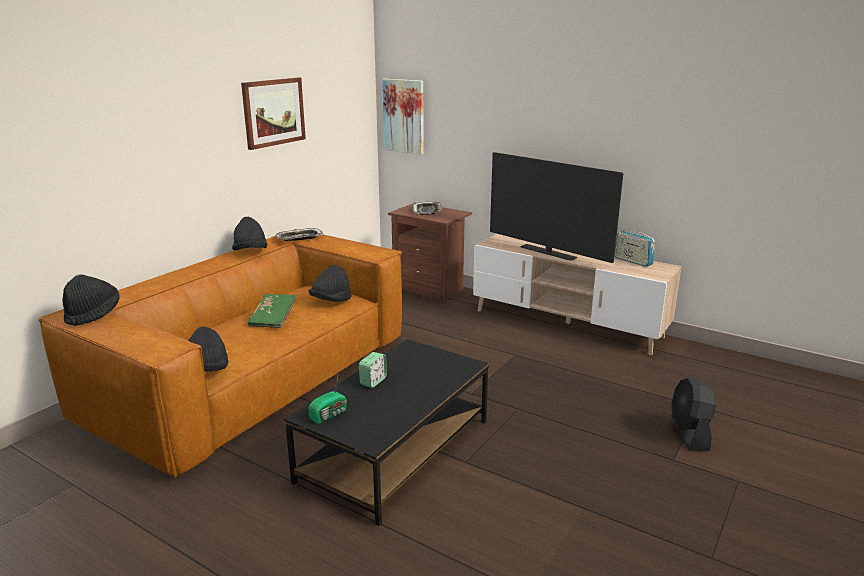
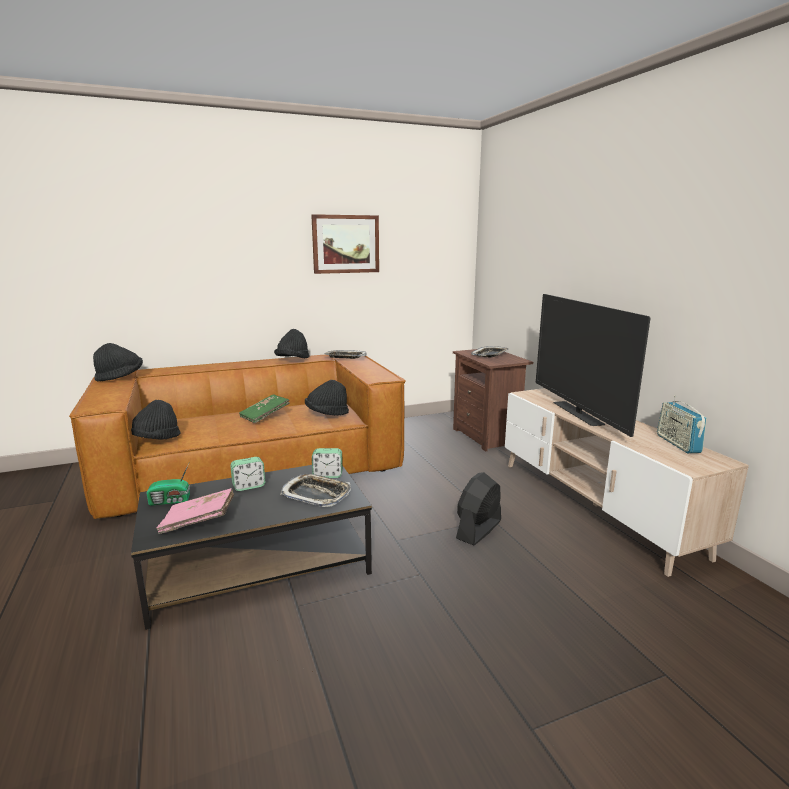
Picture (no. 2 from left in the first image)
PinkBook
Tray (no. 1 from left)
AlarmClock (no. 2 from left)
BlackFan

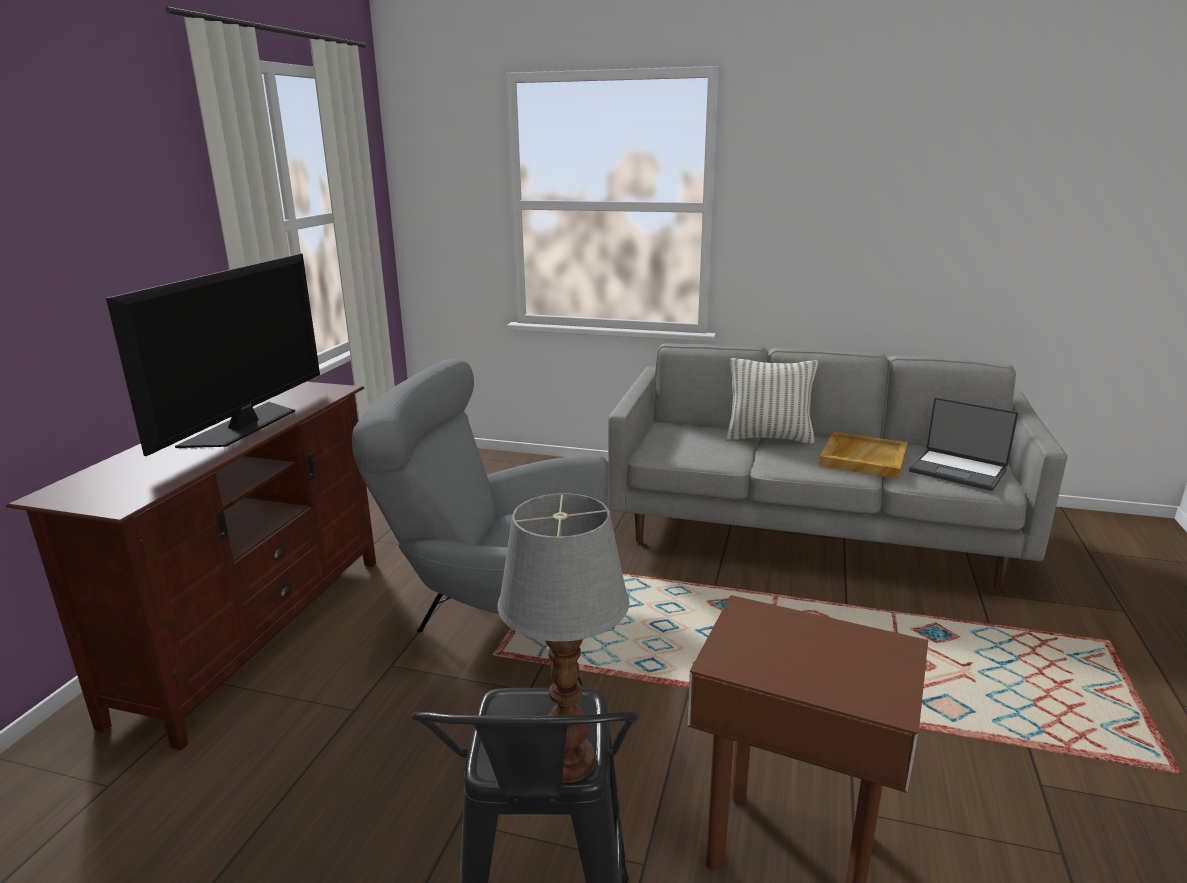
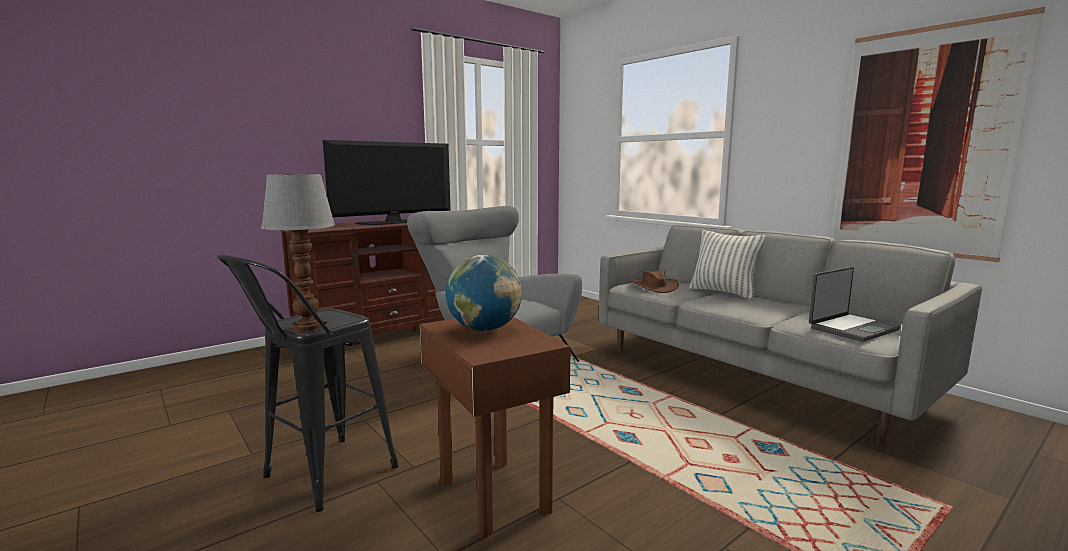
BeigeTray
Globe
BrownHat
Picture
Laptop

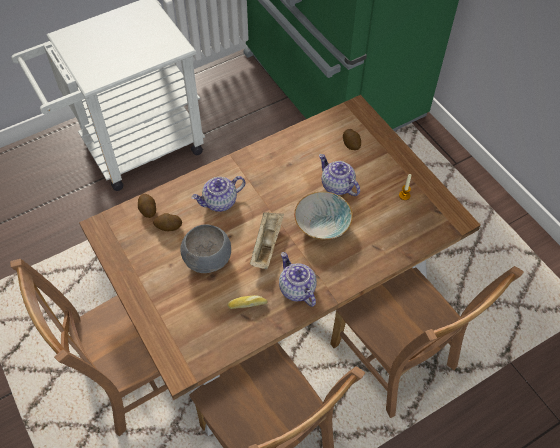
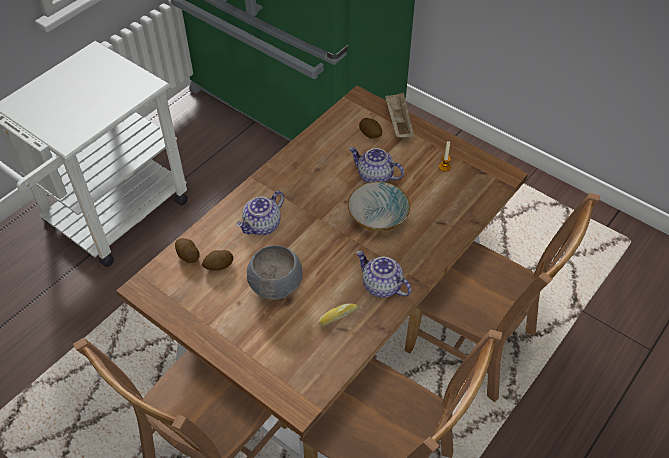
BeigeTray

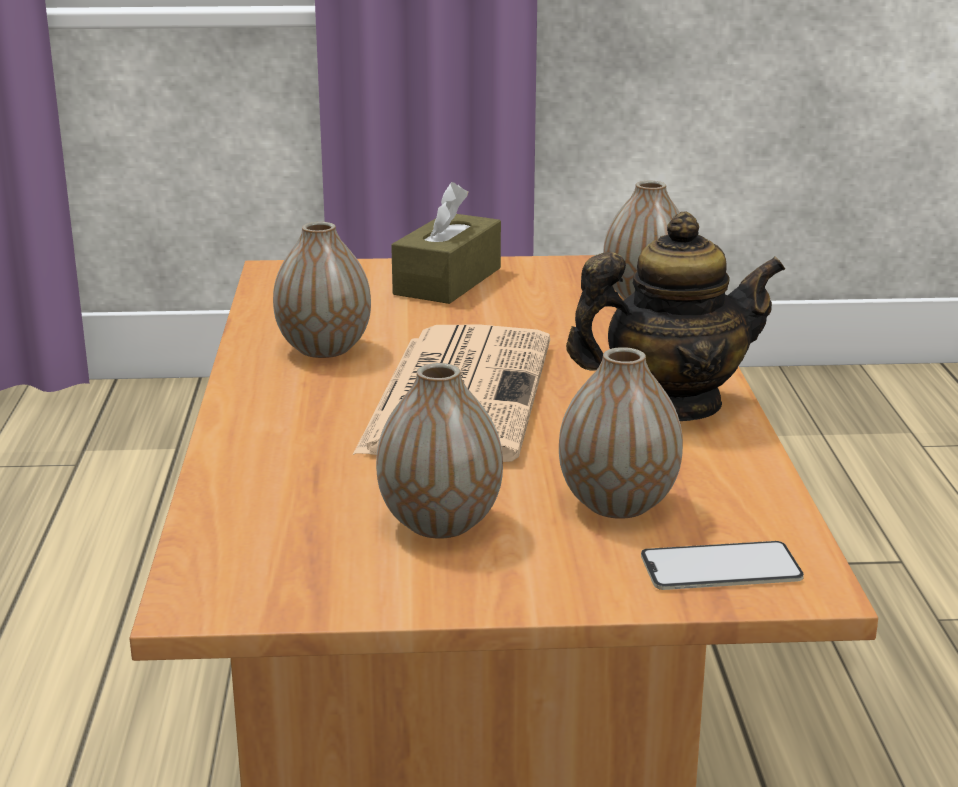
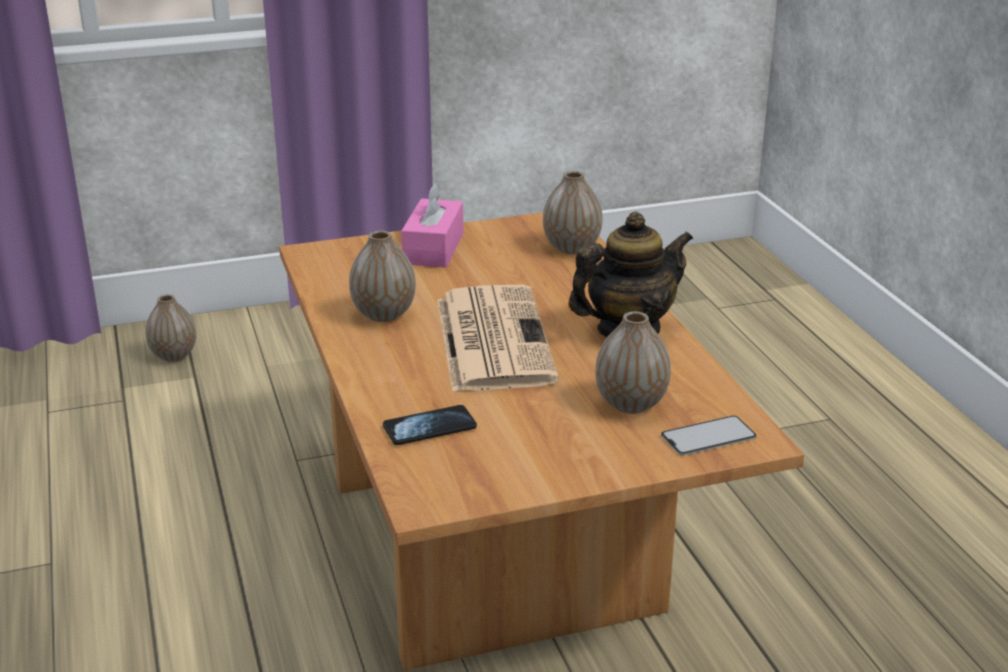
Phone (no. 1 from left)
Vase (no. 1 from left)
PinkTissueBox

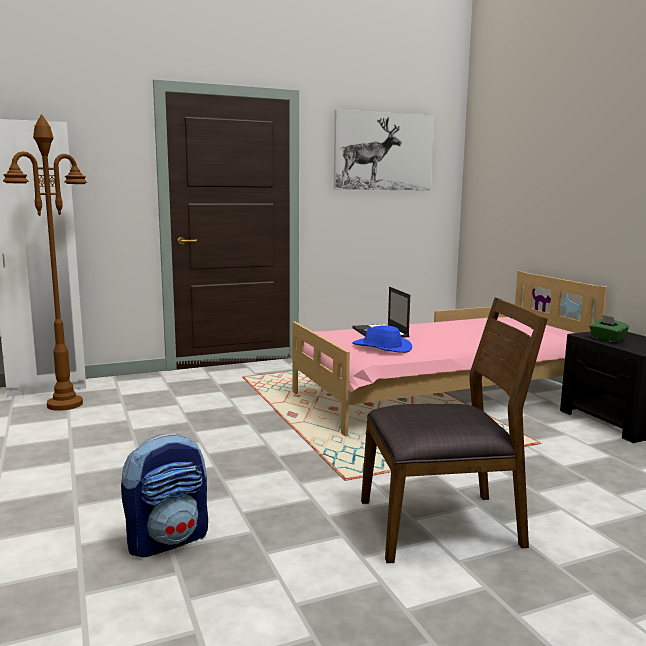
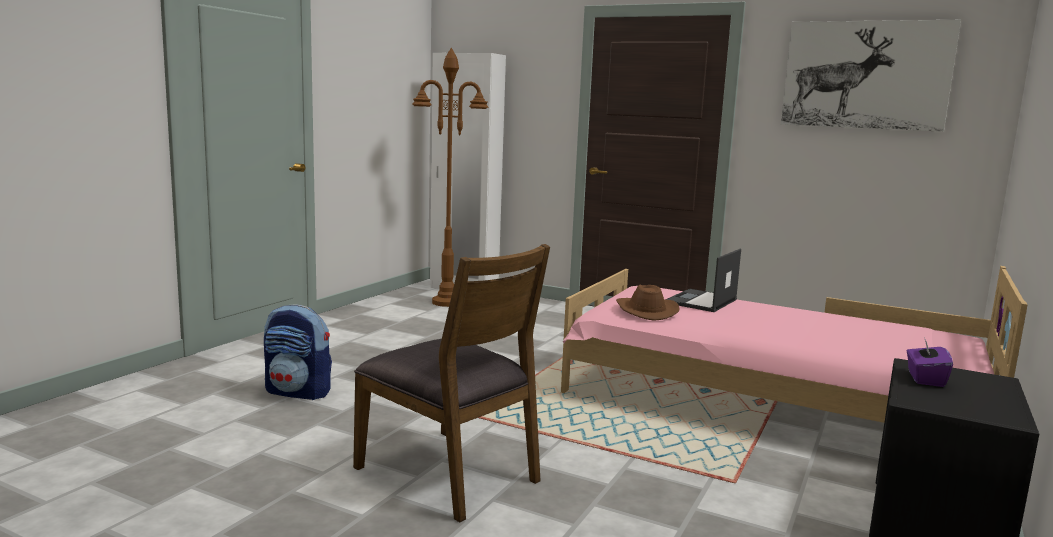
BrownHat
PurpleTissueBox

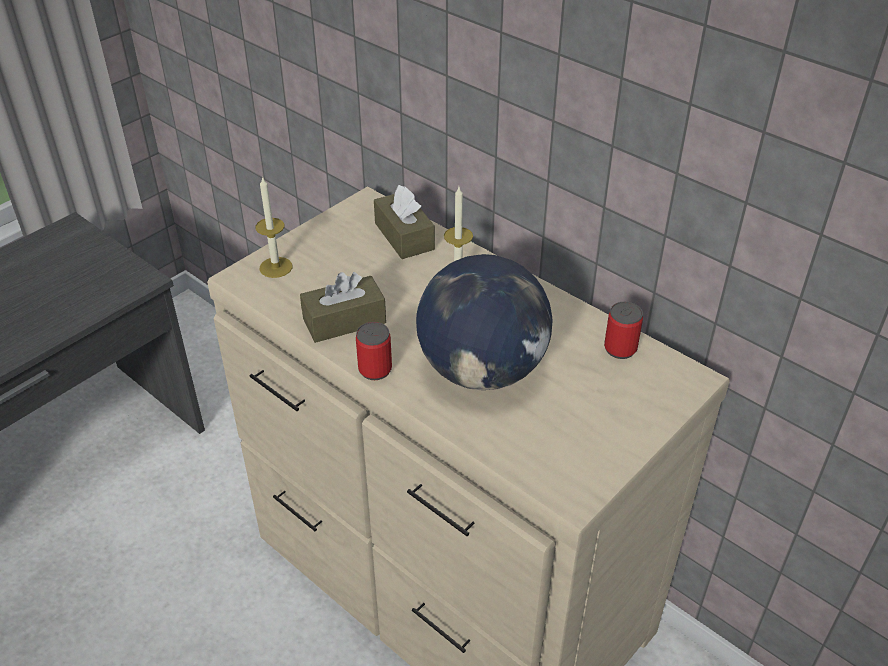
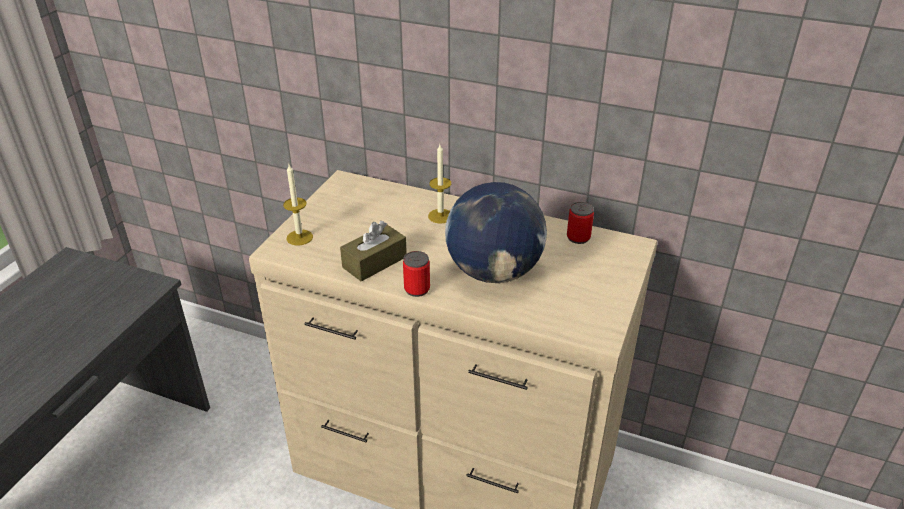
BrownTissueBox (no. 2 from left in the first image)

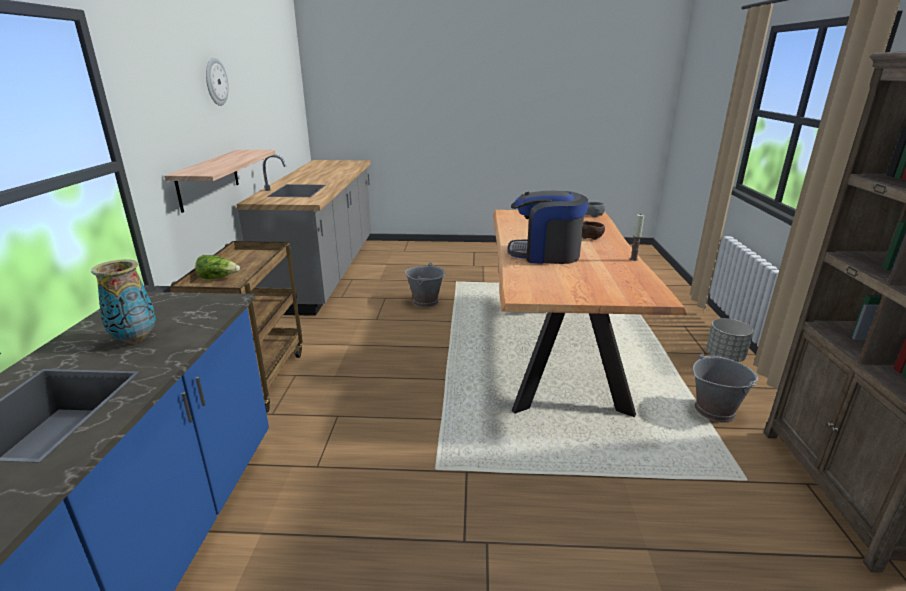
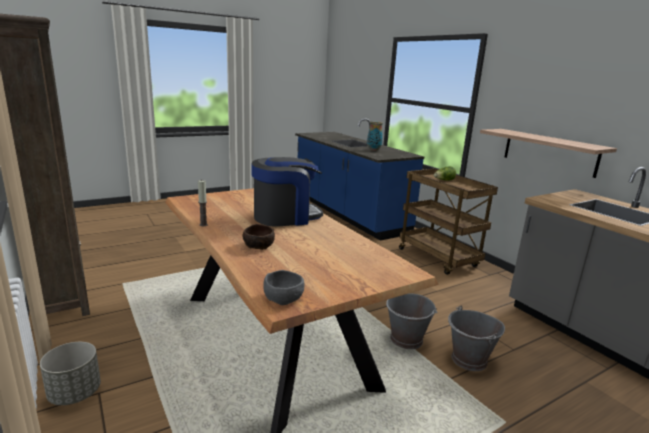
WallClock
GreyBucket (no. 1 from left)

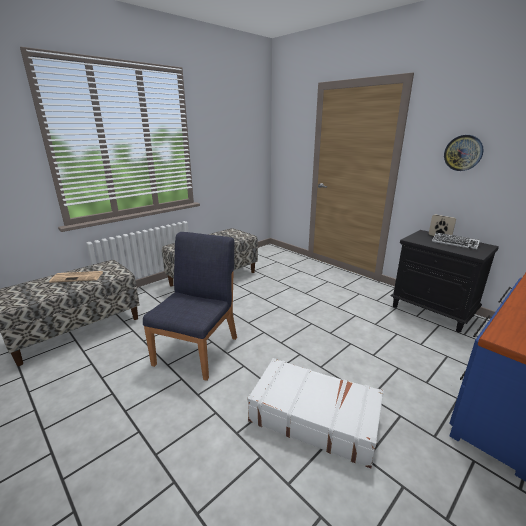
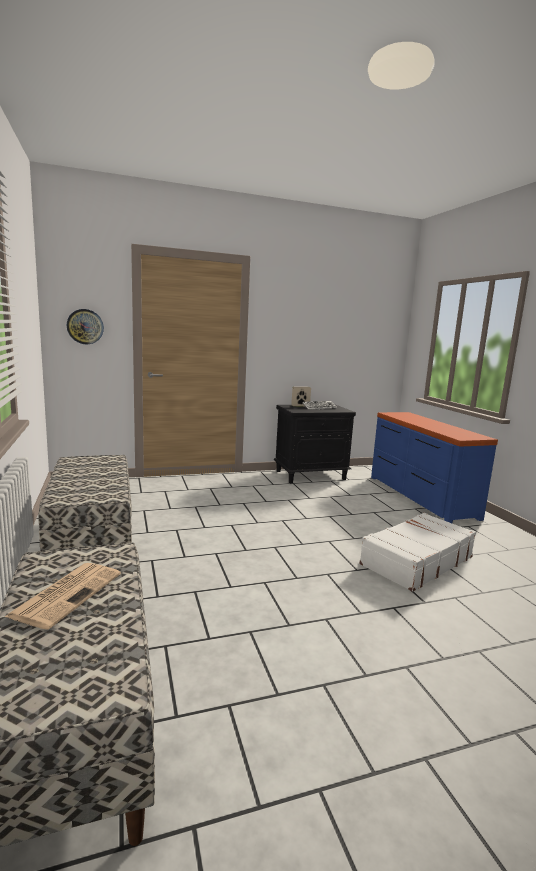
BlueChair
WallClock

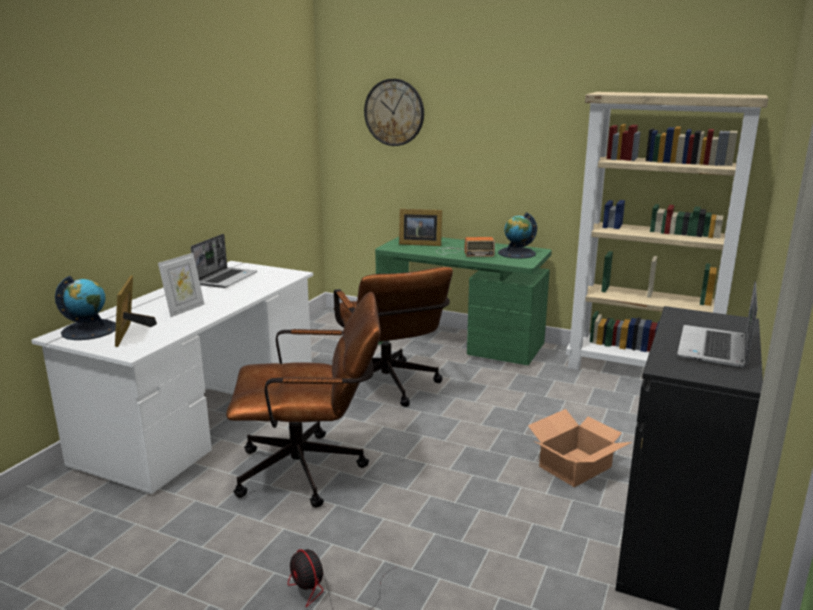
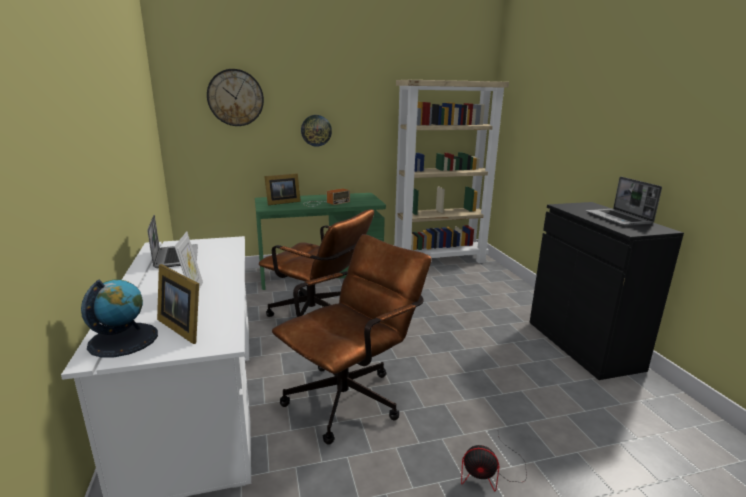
Globe (no. 2 from left in the first image)
CardboardBox
WallClock (no. 2 from left)

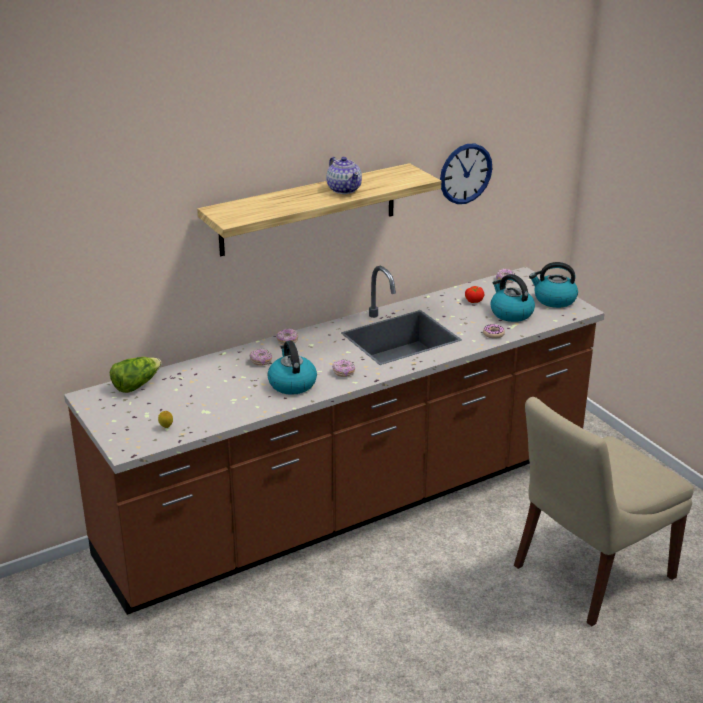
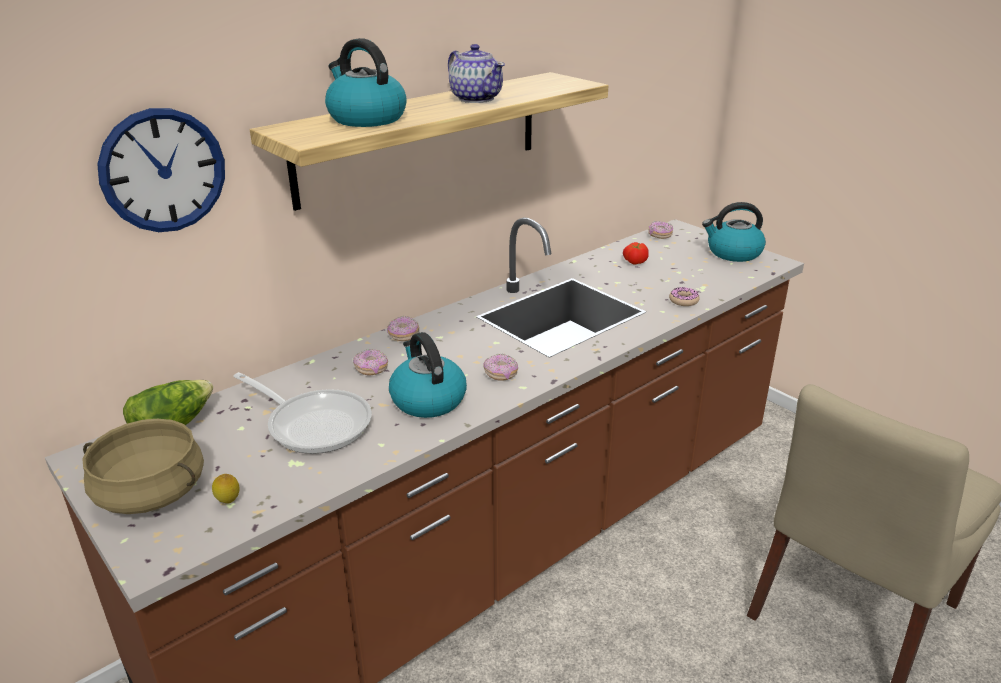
BeigeCookingPot
FryingPan
WallClock
Kettle (no. 1 from left)

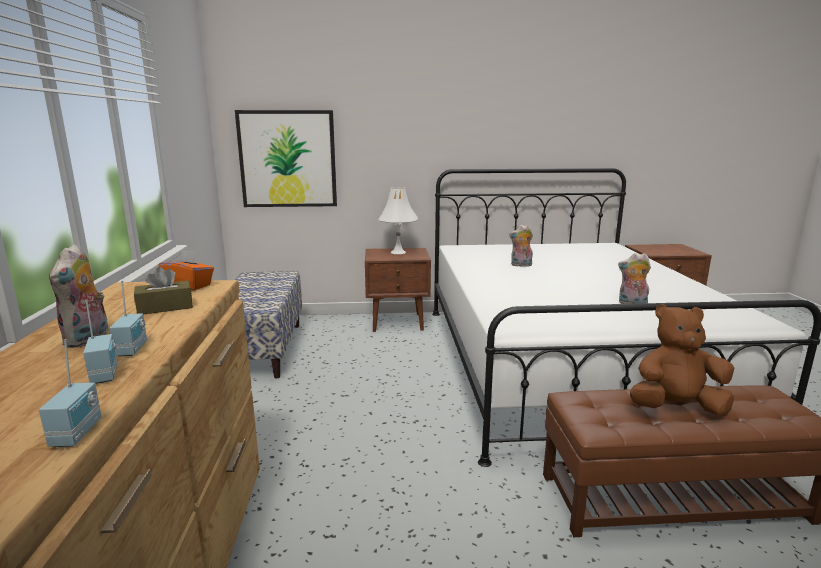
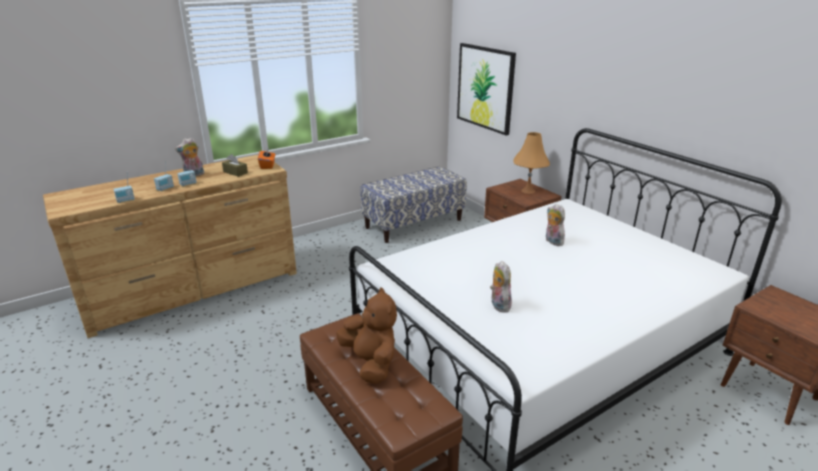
OrangeTableLamp

